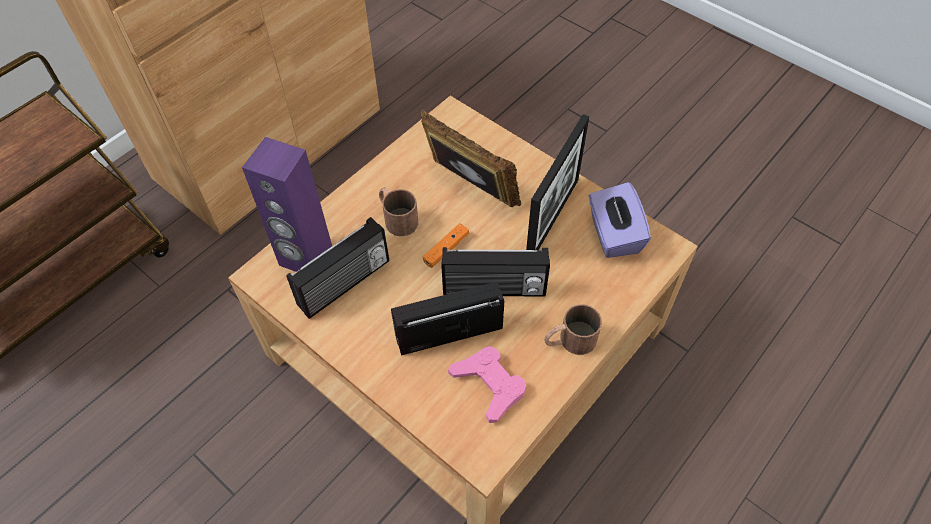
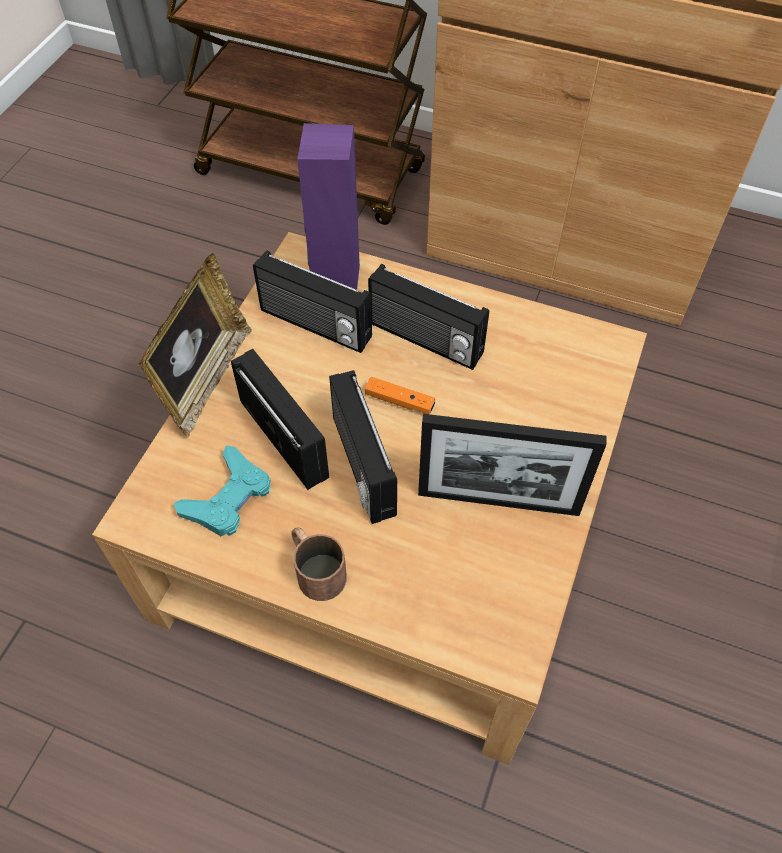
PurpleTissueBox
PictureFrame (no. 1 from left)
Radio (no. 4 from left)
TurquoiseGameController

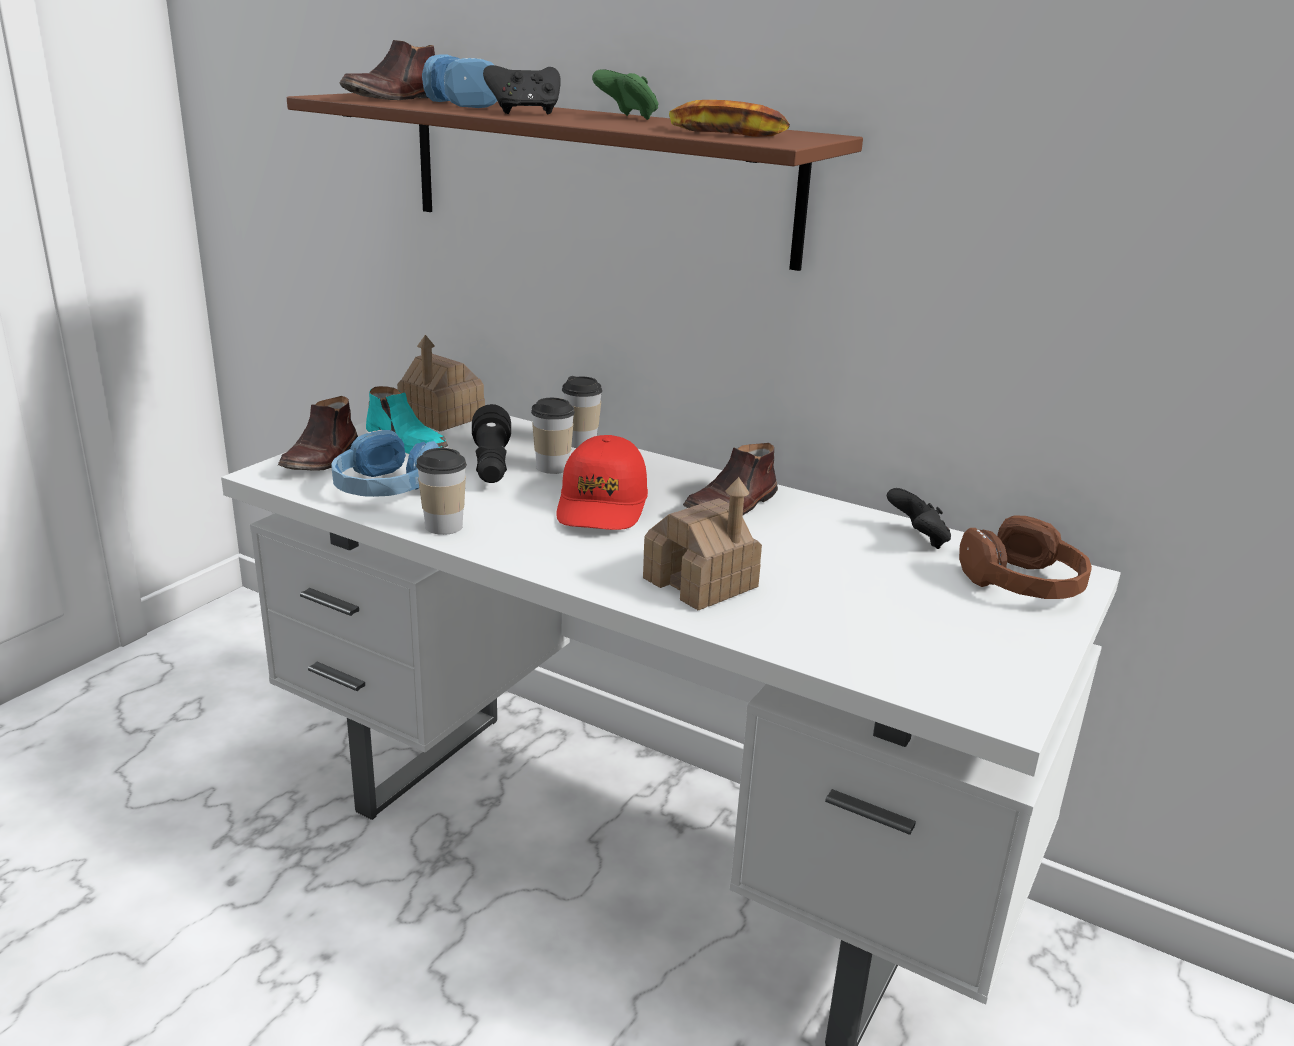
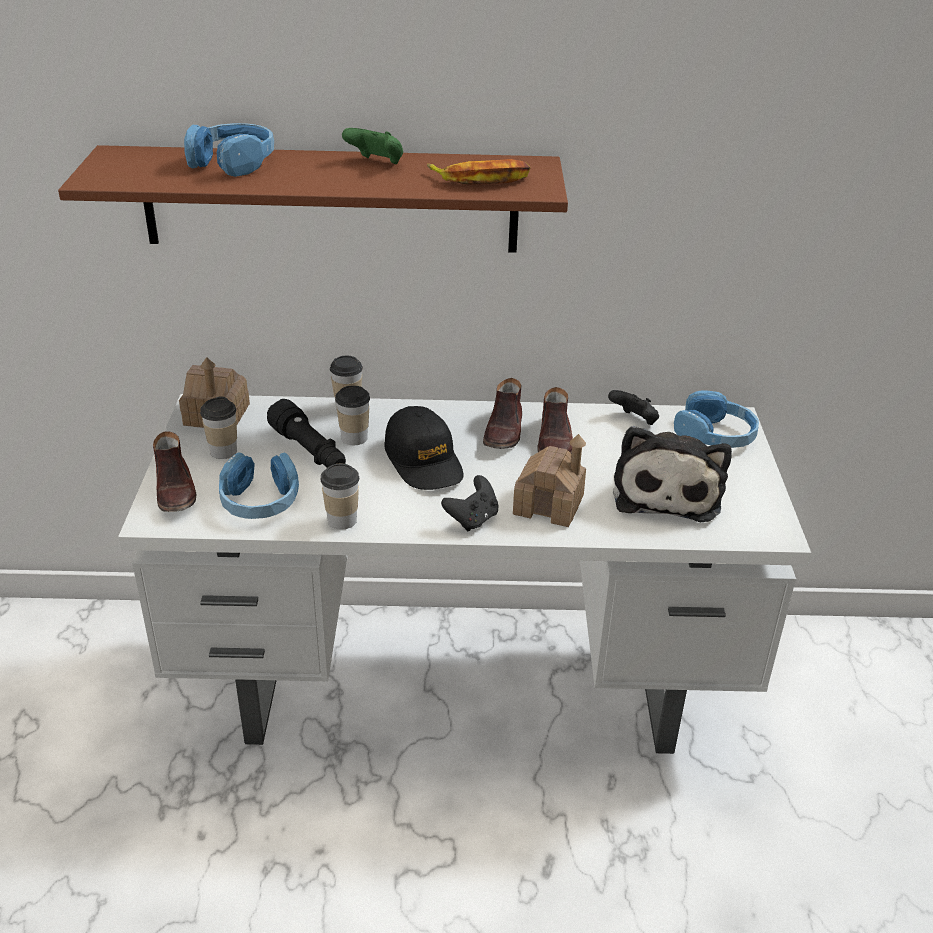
PlushToy
BrownShoe (no. 3 from left)
BlackGameController (no. 1 from left)
Cup (no. 1 from left)
BlackCap
BlueHeadphones (no. 3 from left)

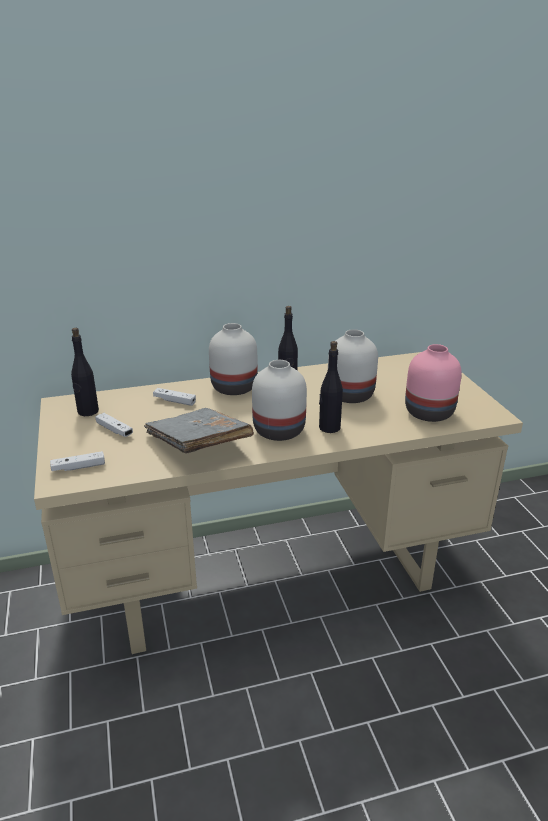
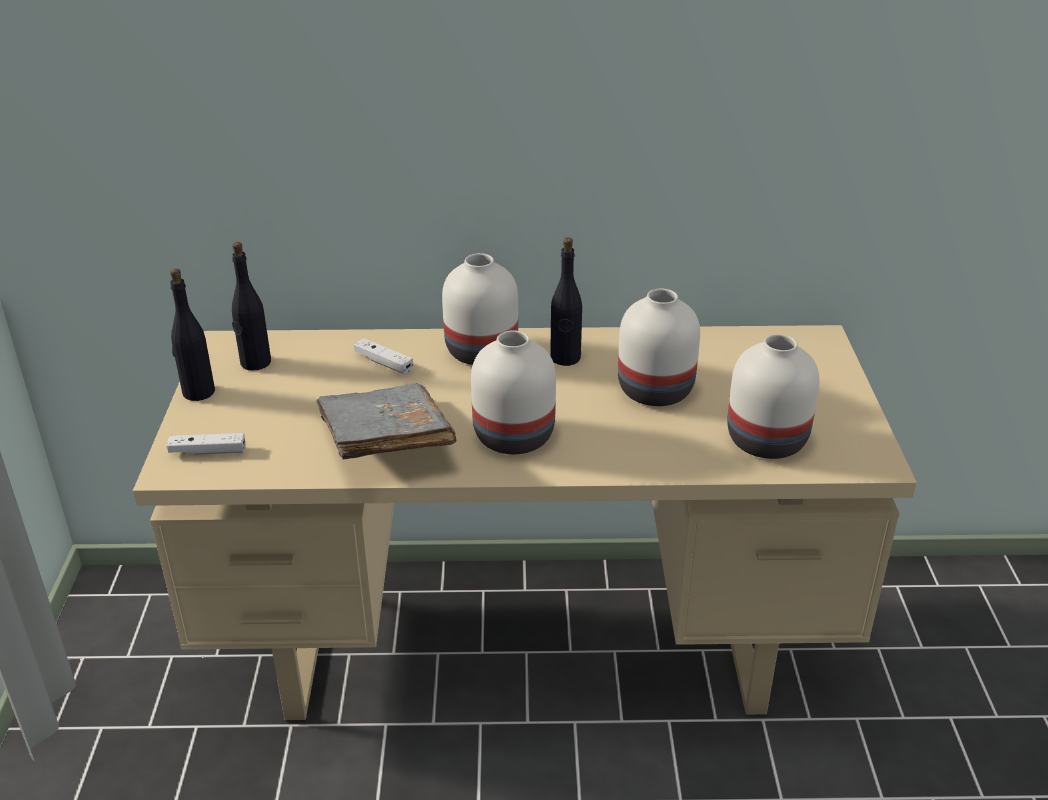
WhiteGameController (no. 2 from left in the first image)
BlackBottle (no. 1 from left)
WhiteVase (no. 4 from left)

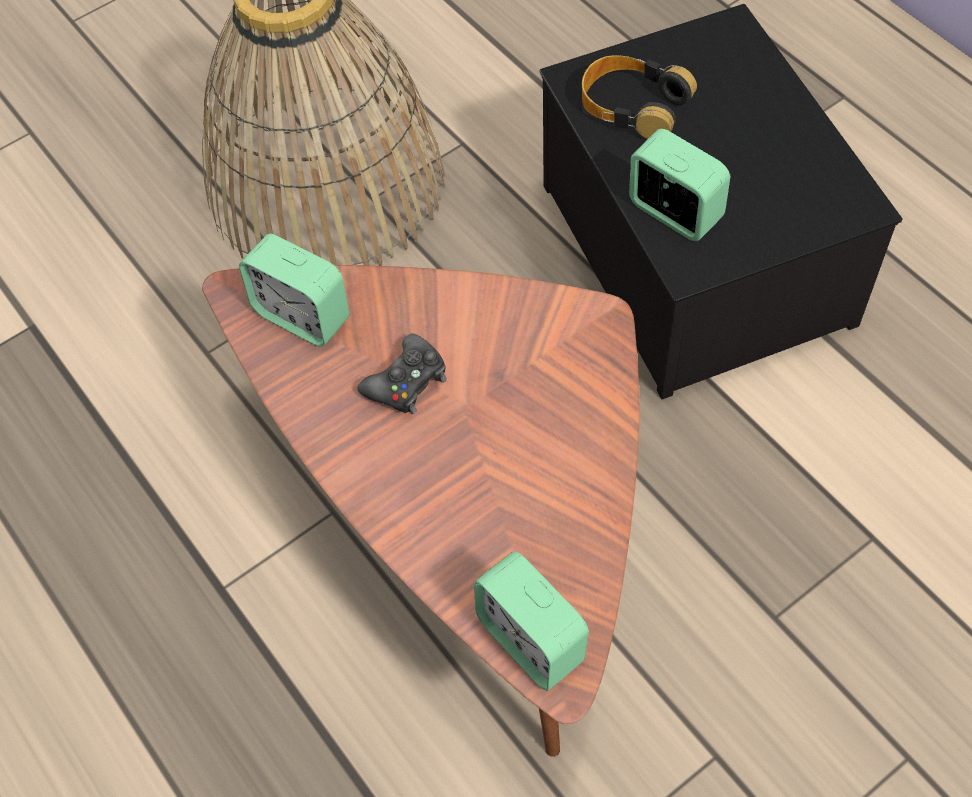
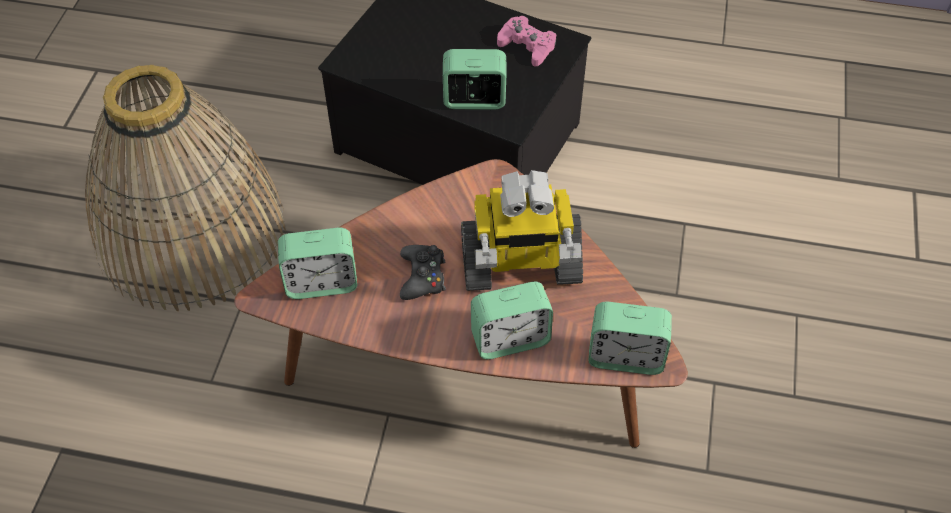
Headphones
ToyRobot
AlarmClock (no. 3 from left)
PinkGameController

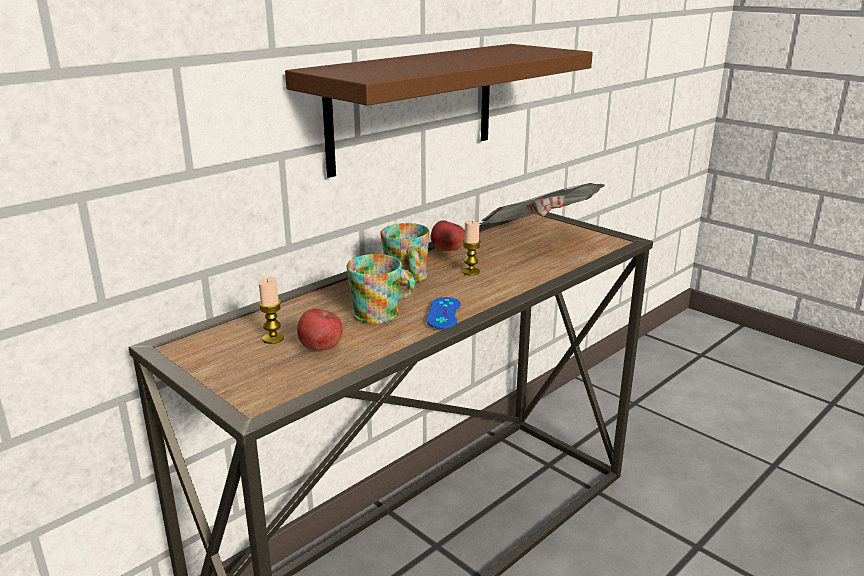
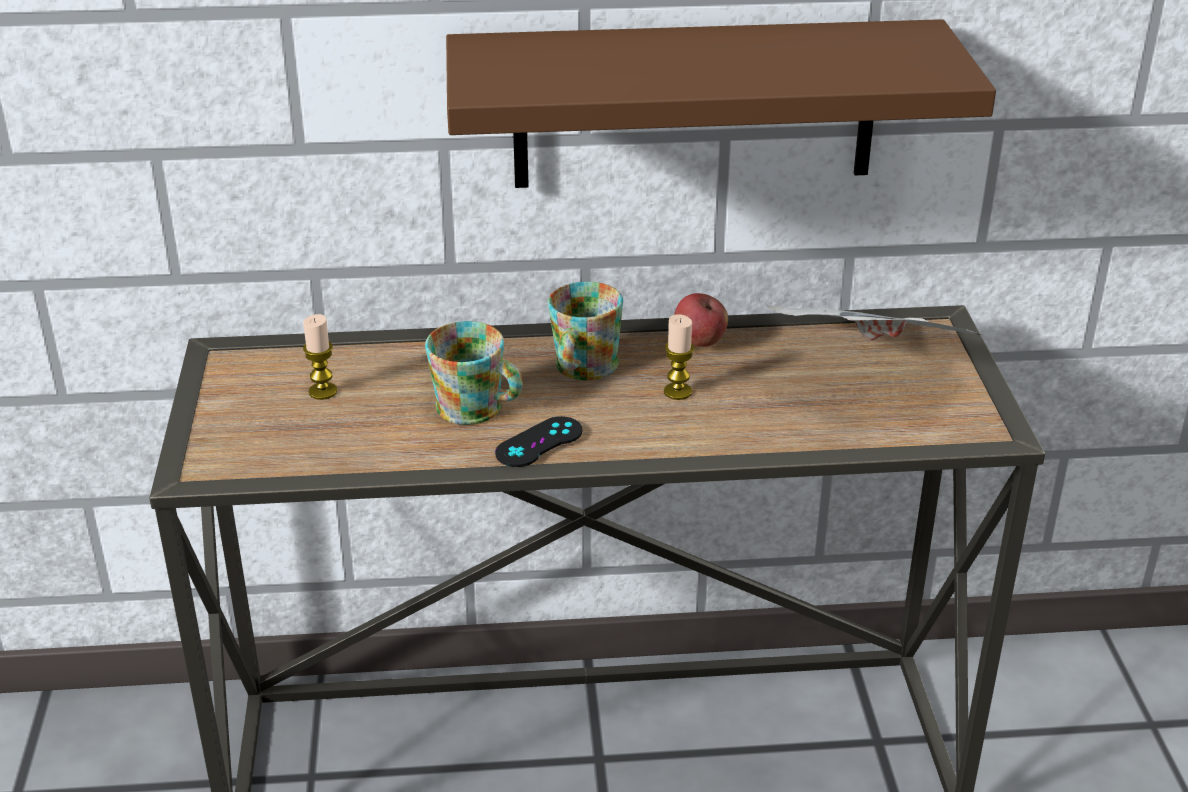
Apple (no. 1 from left in the first image)
BlackGameController

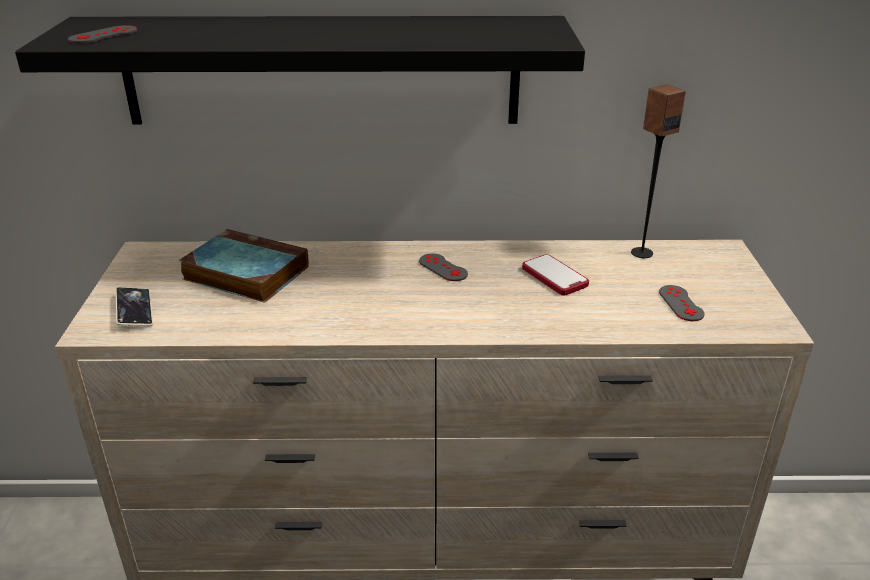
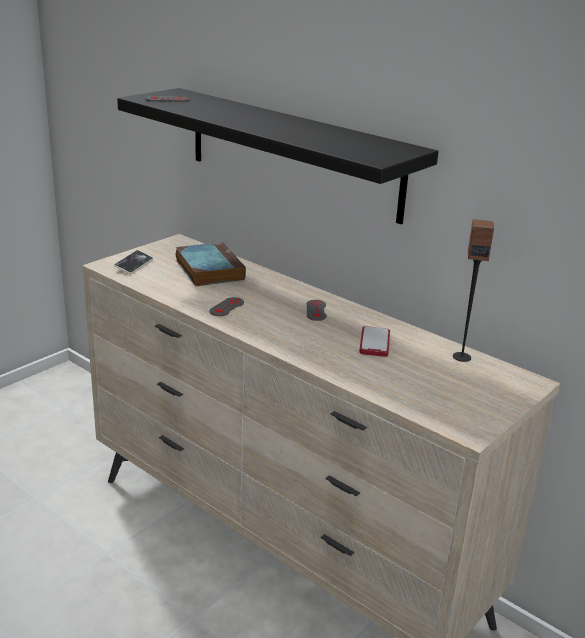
GreyGameController (no. 2 from left)

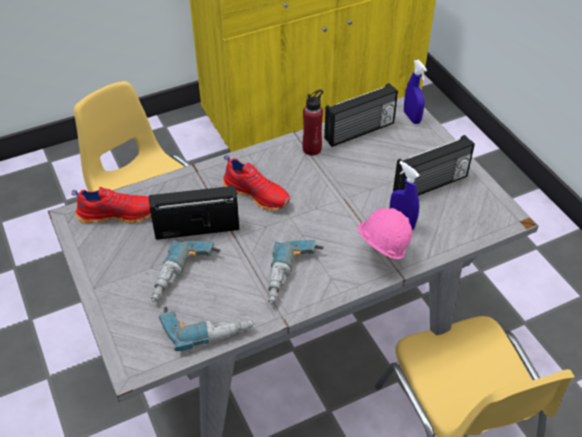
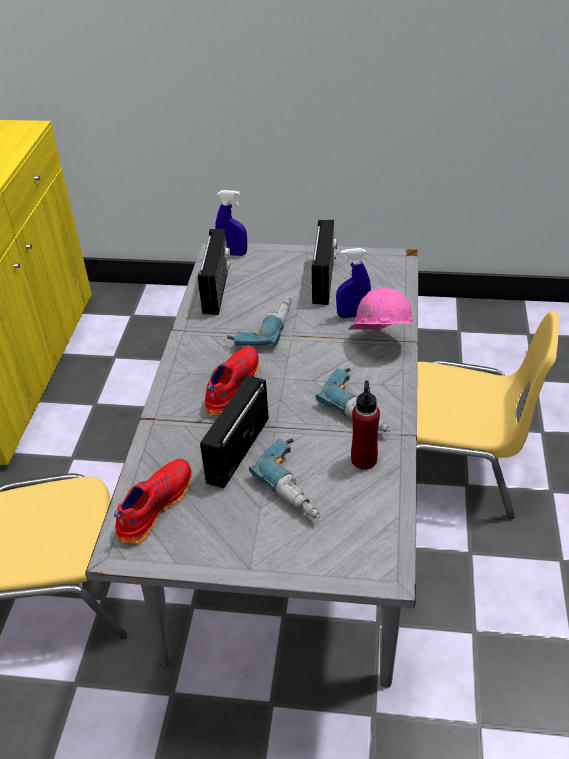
PowerDrill (no. 1 from left)
RedBottle
RedShoe (no. 2 from left)

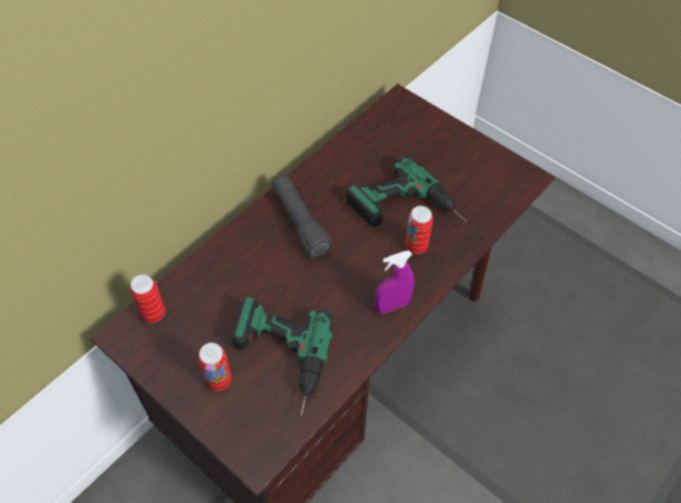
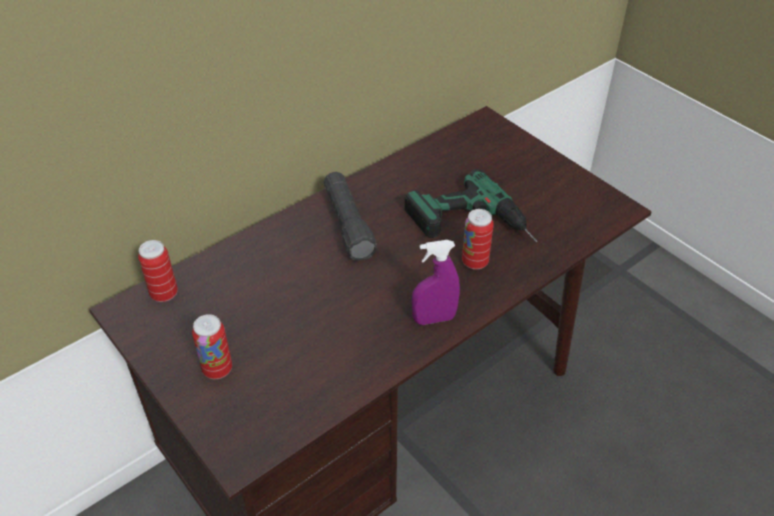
PowerDrill (no. 1 from left in the first image)

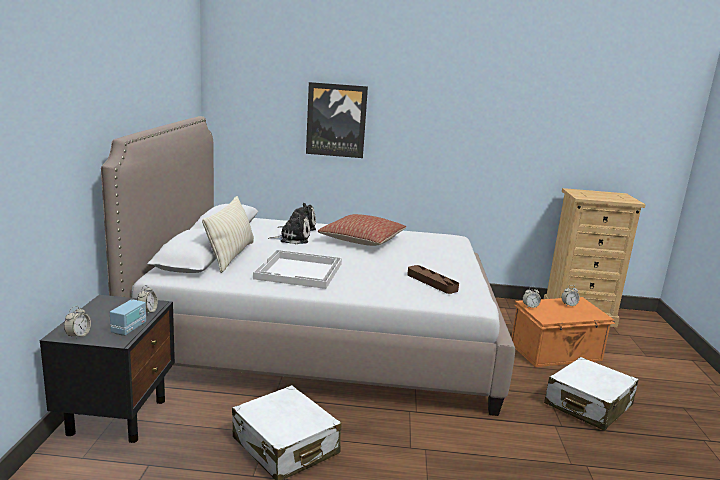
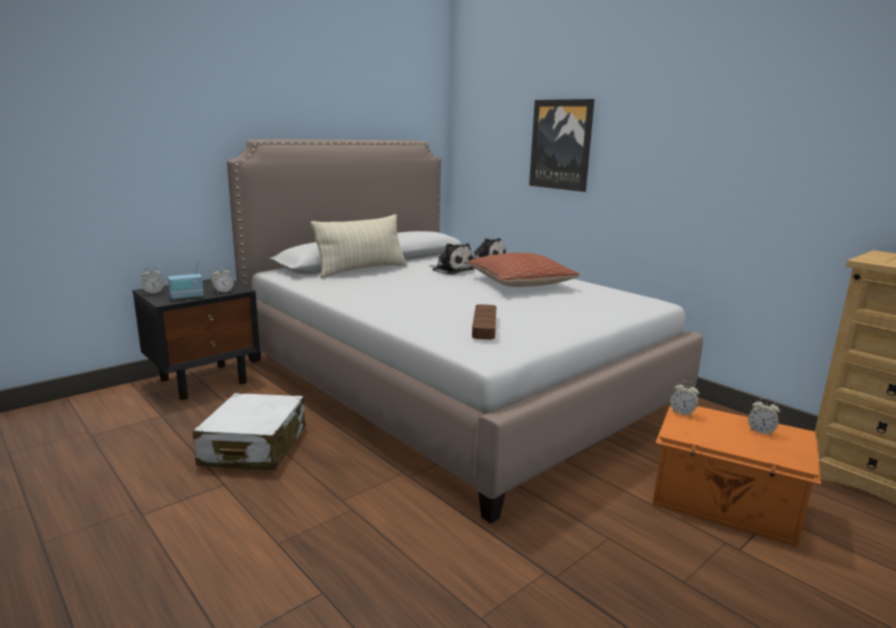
WhiteTray
WhiteSuitcase (no. 2 from left in the first image)

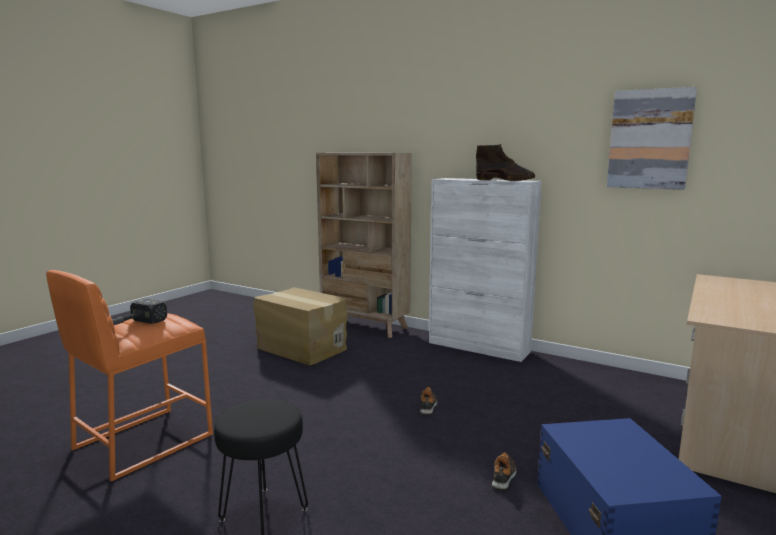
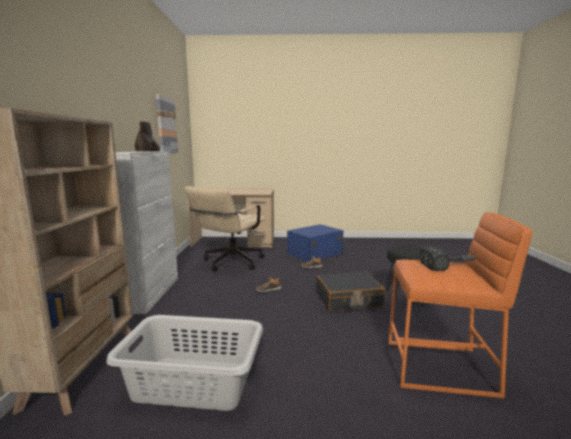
BeigeOfficeChair
BlackSuitcase
GreyLaundryBasket

